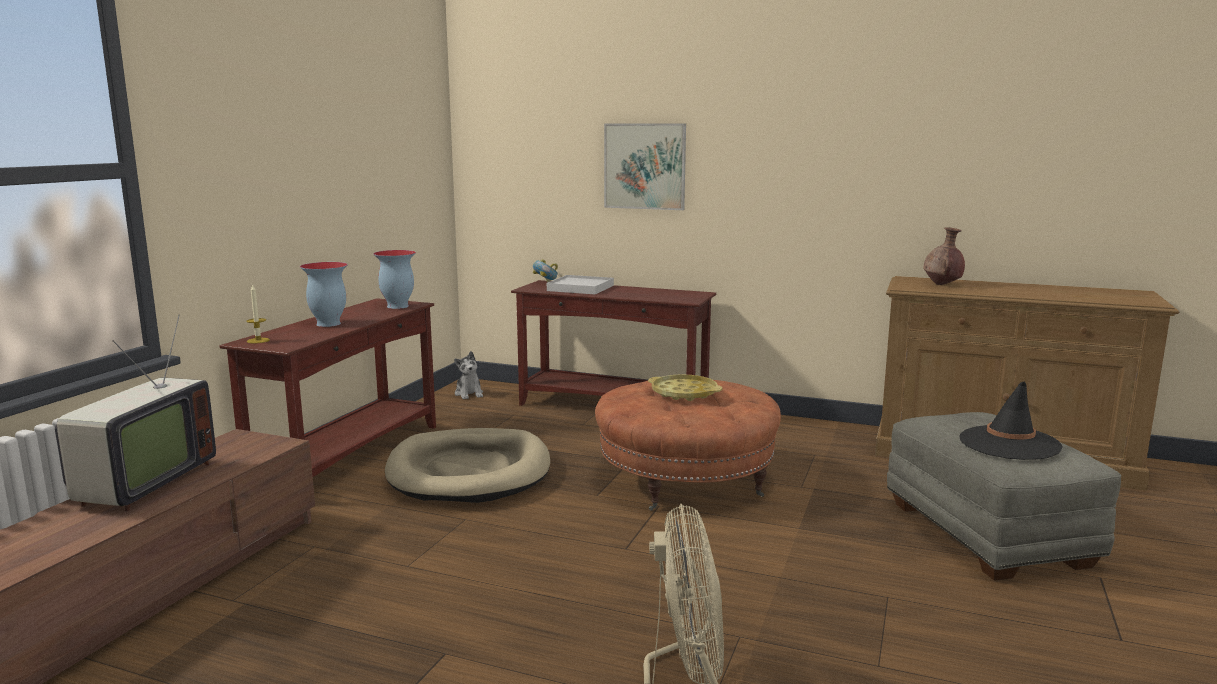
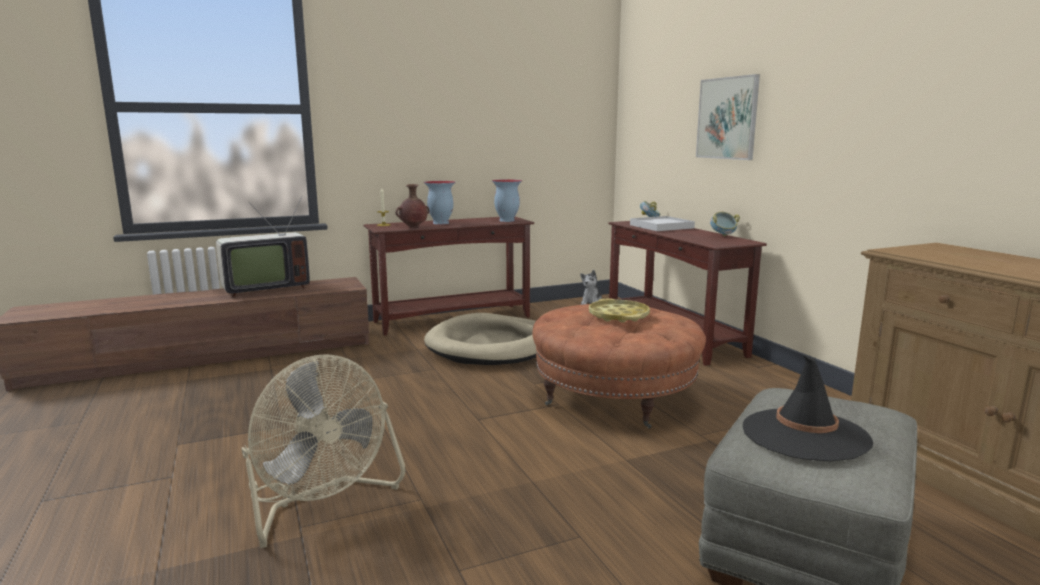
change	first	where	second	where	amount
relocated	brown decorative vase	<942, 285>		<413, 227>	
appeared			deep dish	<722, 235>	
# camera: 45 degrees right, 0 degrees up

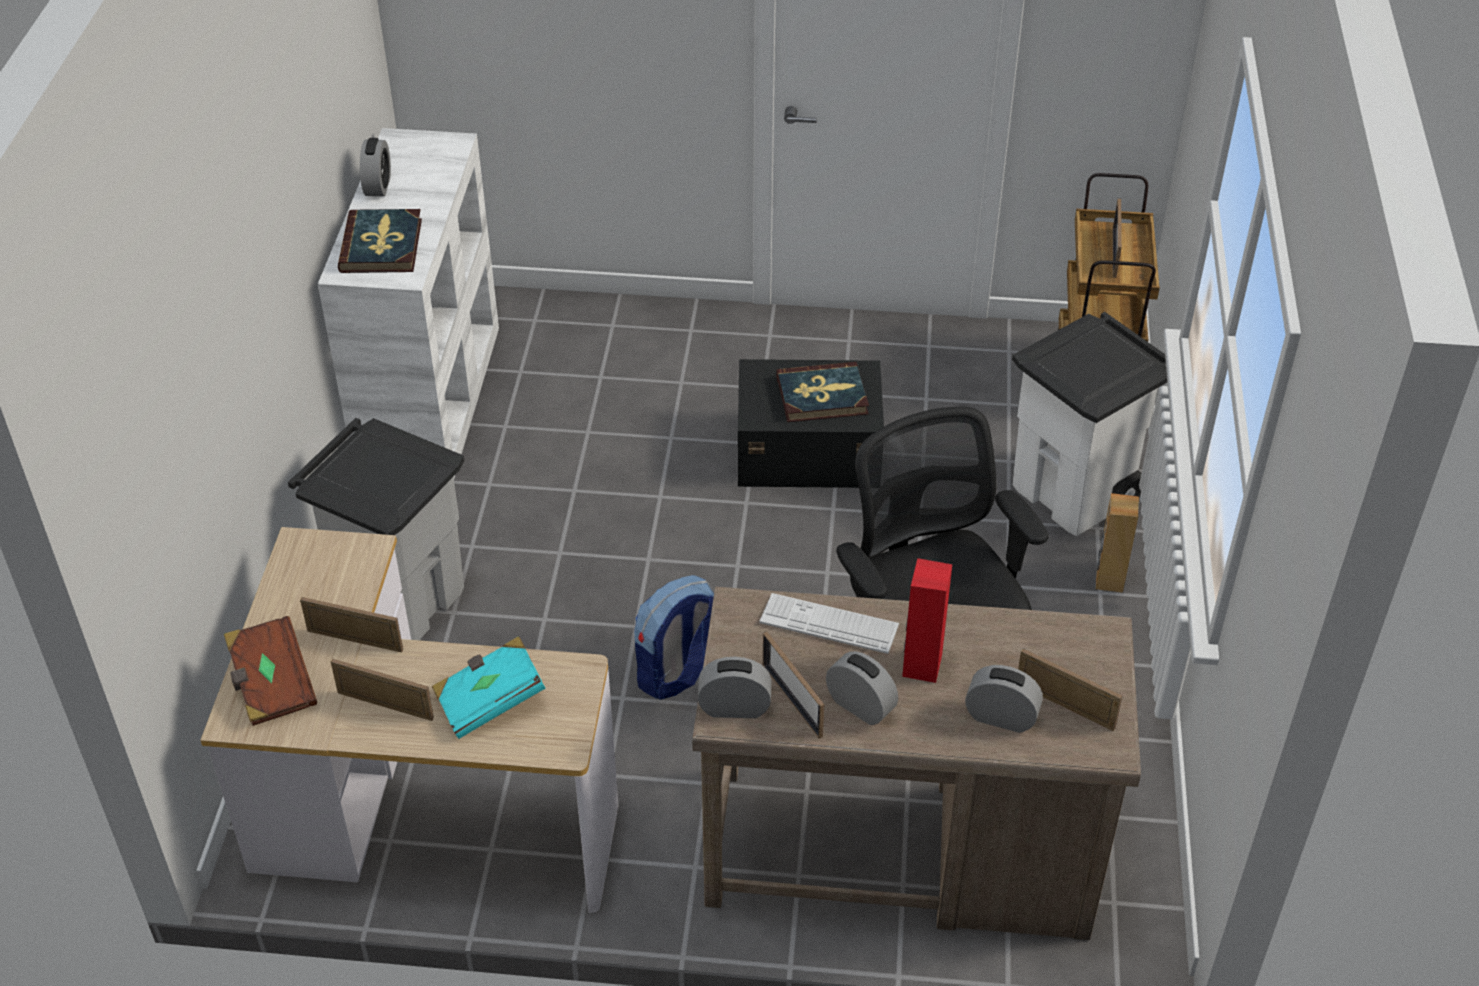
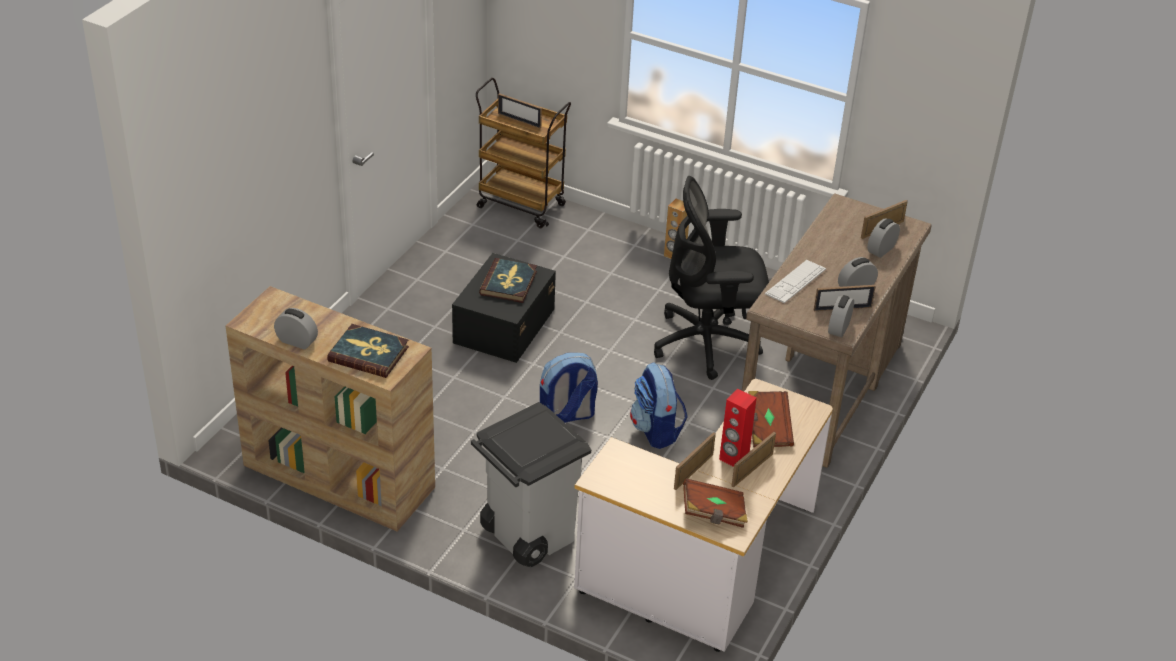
change	first	where	second	where	amount
colour	white-coloured shelving unit	<428, 401>	brown shelving unit	<338, 477>	
appeared			rucksack	<566, 416>	
relocated	red speaker	<921, 665>		<733, 458>	
colour	turquoise-coloured volume	<490, 700>	brown volume	<767, 429>	
missing	white-coloured rubbish bin	<1076, 493>			
# camera: 70 degrees left, 5 degrees down

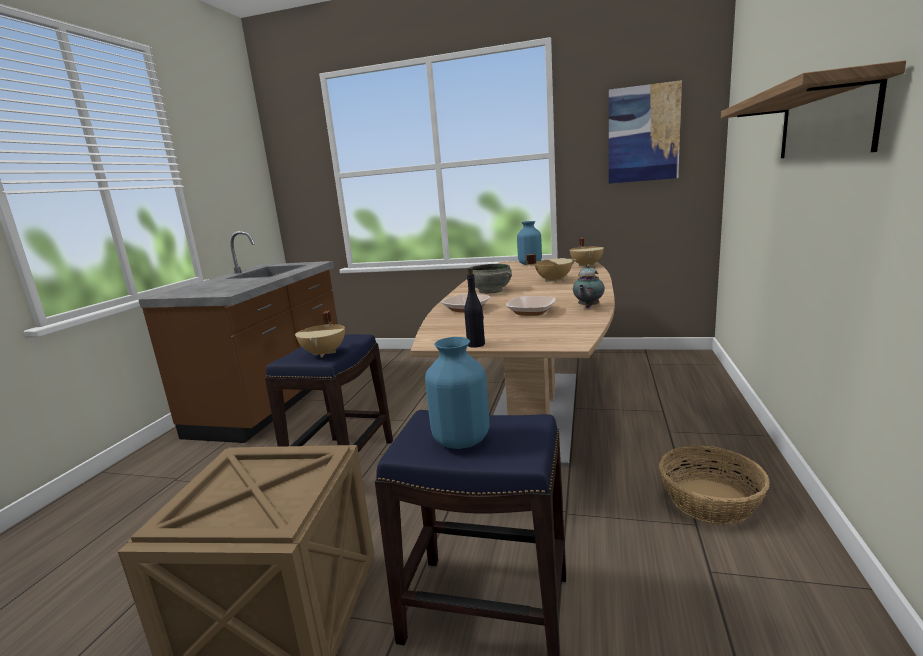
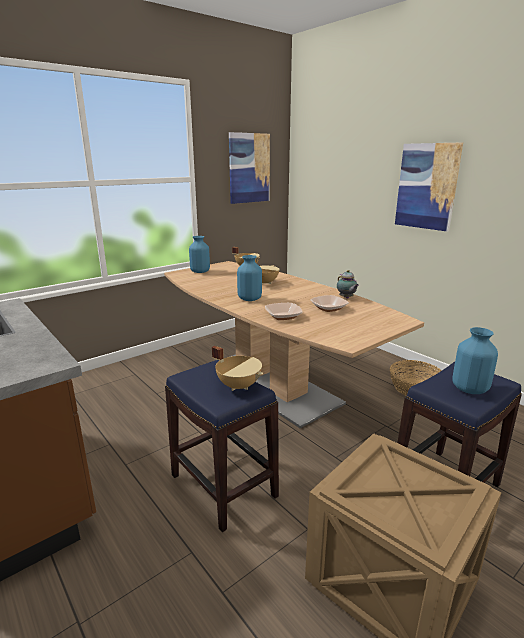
change	first	where	second	where	amount
exchanged	greyish deep dish	<490, 291>	blue decorative vase	<249, 299>	
exchanged	bracket shelf	<824, 122>	picture	<427, 186>	
missing	black-coloured beverage bottle	<476, 344>			
# camera: 55 degrees left, 5 degrees up

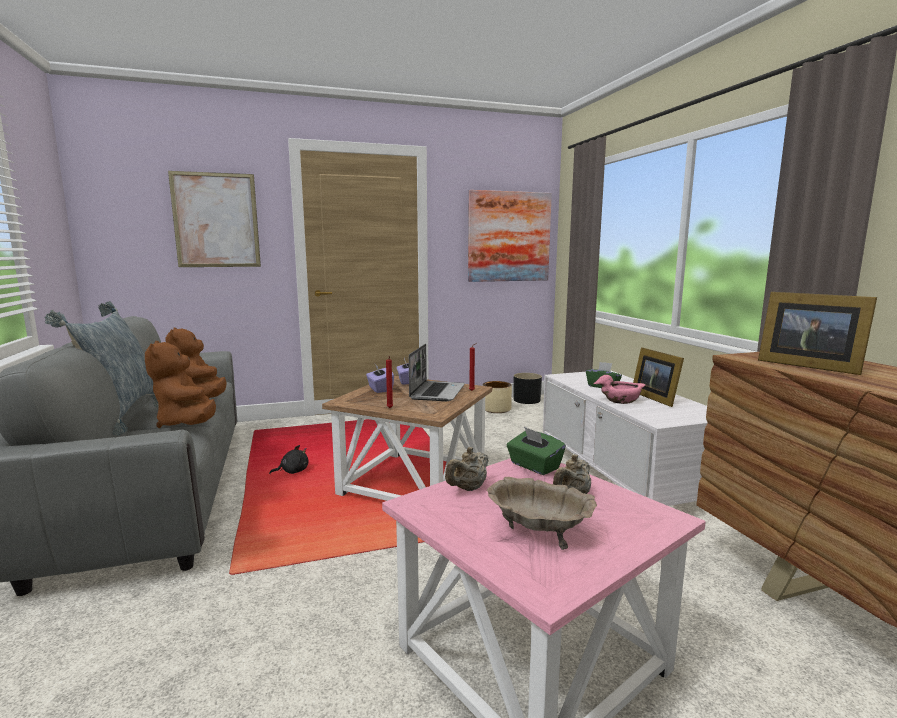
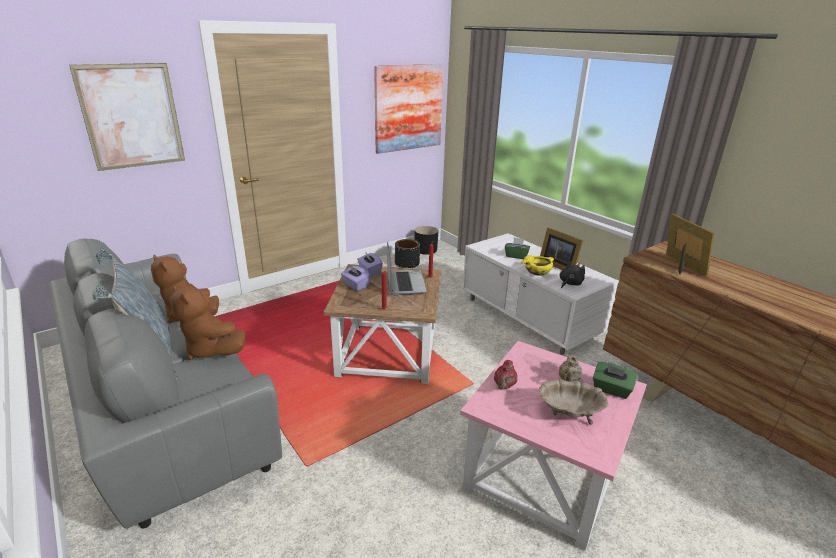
change	first	where	second	where	amount
colour	beige-coloured flower pot	<496, 409>	black-coloured flower pot	<407, 264>	
colour	beige-coloured teapot	<468, 488>	red teapot	<504, 386>	
colour	pink deep dish	<621, 400>	yellow deep dish	<537, 271>	
relocated	black-coloured plush toy	<292, 471>		<569, 283>	
relocated	greenish tissue holder	<534, 466>		<611, 389>	
spun	standing frame	<806, 365>		<681, 266>	135 degrees counterclockwise
# camera: 20 degrees left, 15 degrees up

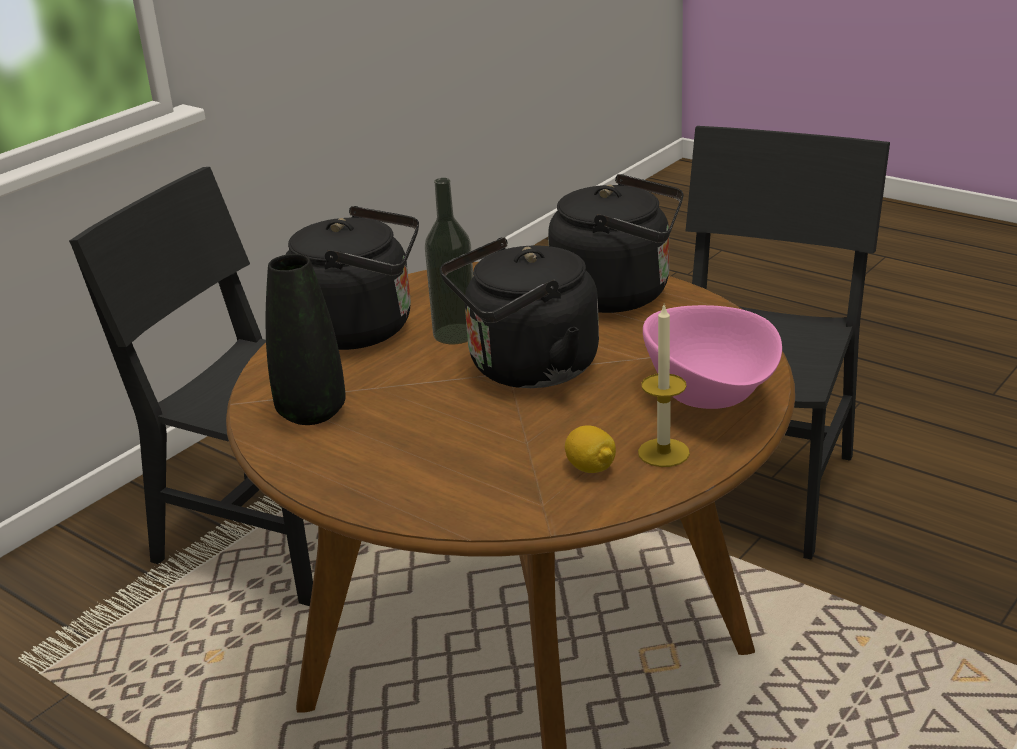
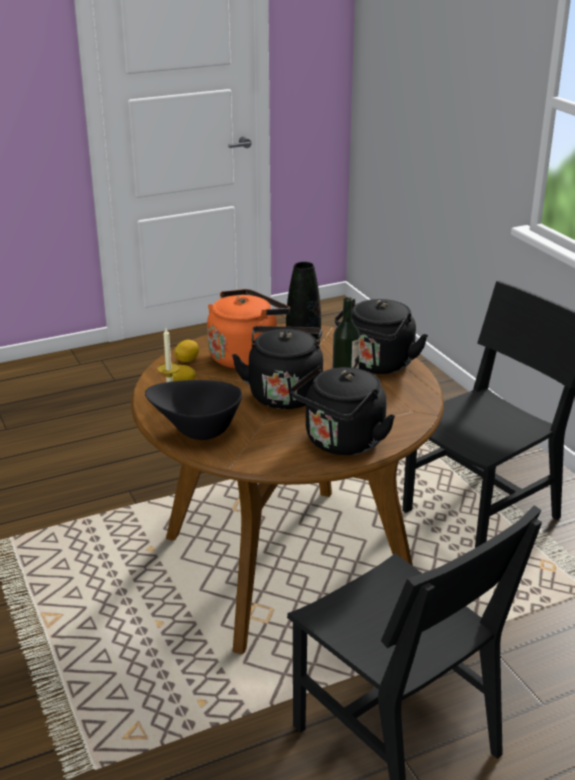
change	first	where	second	where	amount
colour	pink deep dish	<713, 400>	black-coloured deep dish	<196, 429>	
appeared			whole lemon	<187, 360>	
appeared			orange kettle	<246, 356>	
# camera: 115 degrees right, 0 degrees up

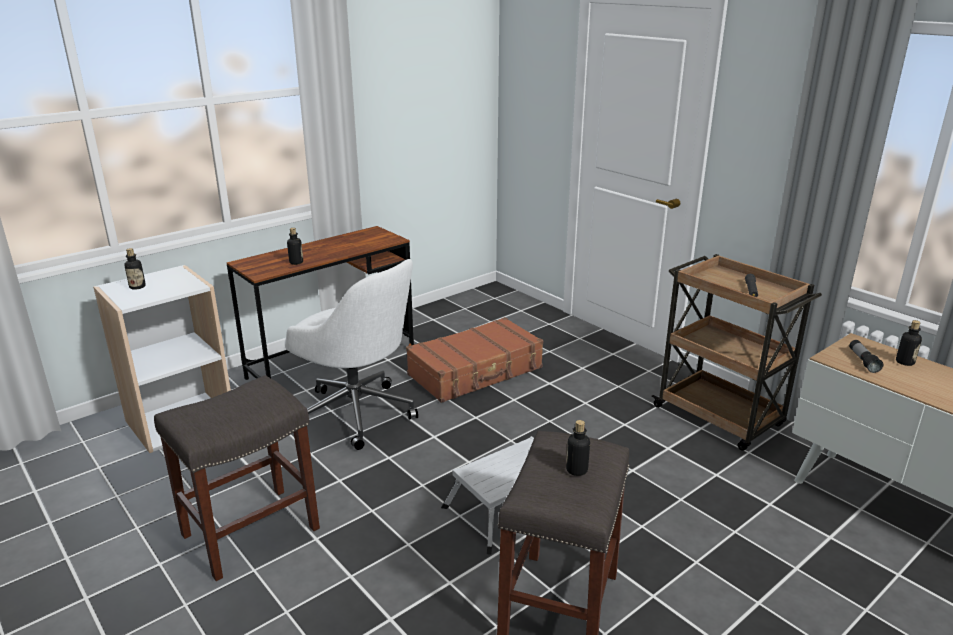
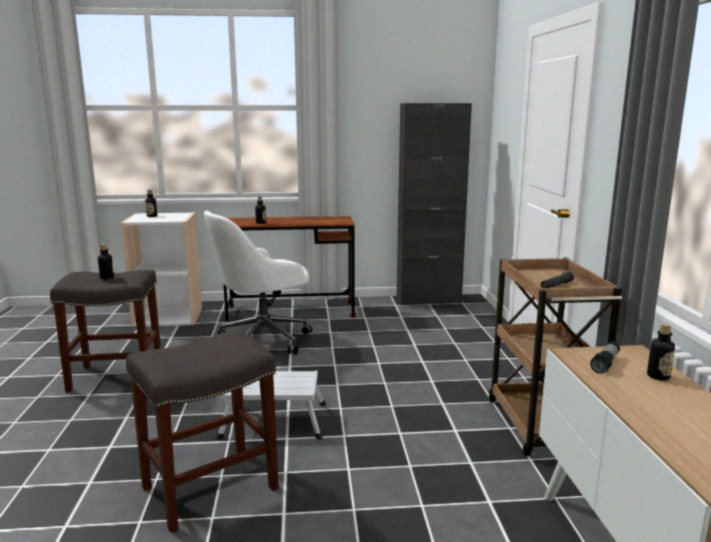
change	first	where	second	where	amount
relocated	beverage bottle	<576, 470>		<107, 278>	
spun	white-coloured desk chair	<357, 414>		<263, 341>	75 degrees clockwise
appeared			black-coloured storage cabinet	<428, 300>	
missing	brown travel case	<476, 372>			
# camera: 35 degrees right, 10 degrees down

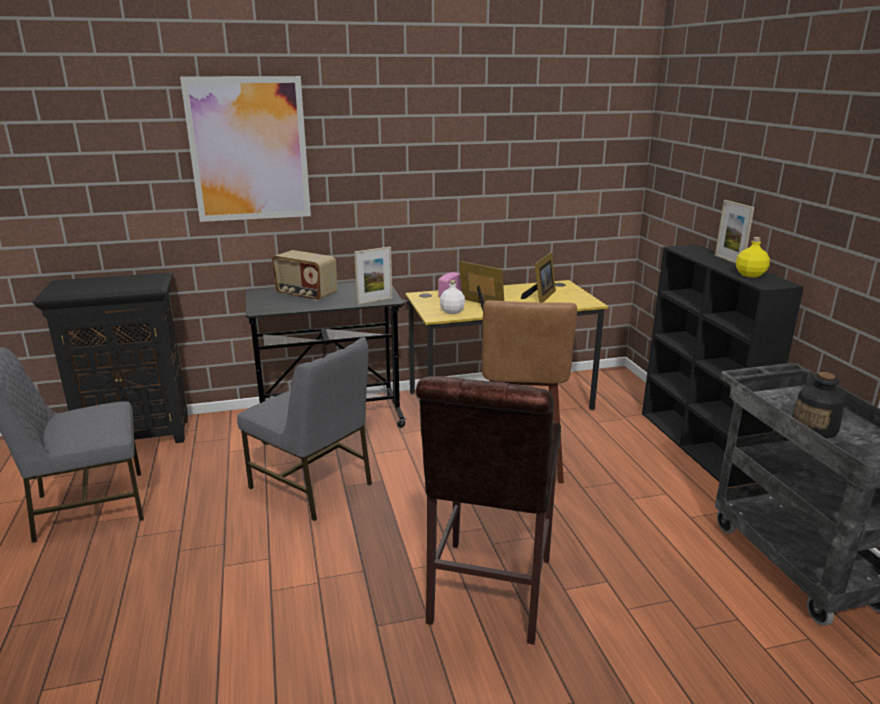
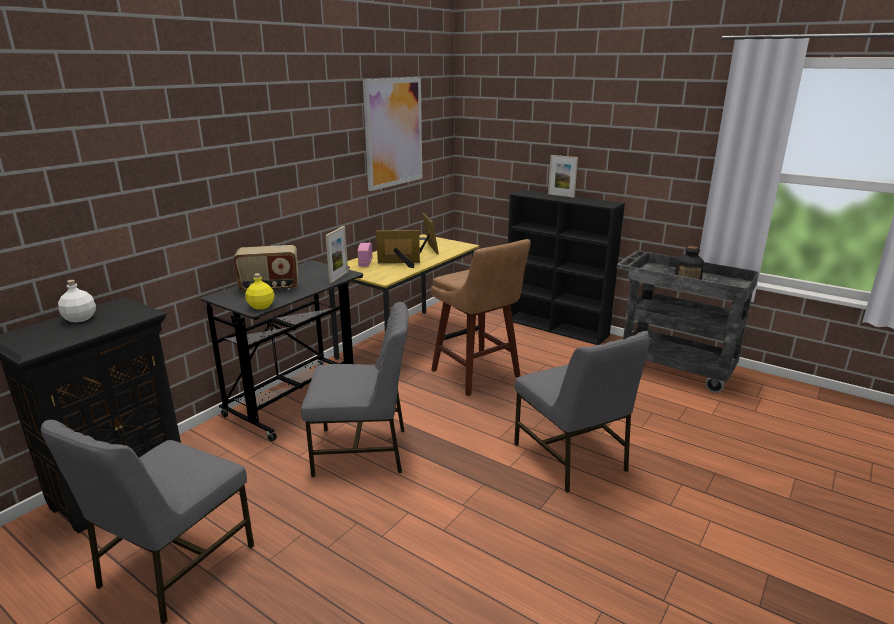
change	first	where	second	where	amount
relocated	white-coloured beverage bottle	<452, 311>		<80, 318>	
relocated	yellow beverage bottle	<749, 275>		<261, 306>	
relocated	picture	<249, 149>		<393, 133>	
exchanged	brown stool seat	<487, 595>	greyish upright chair	<571, 458>	
# camera: 40 degrees left, 0 degrees up

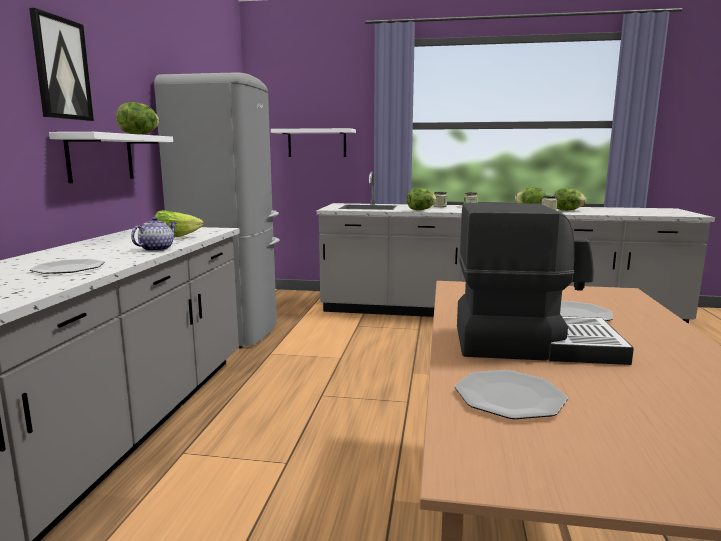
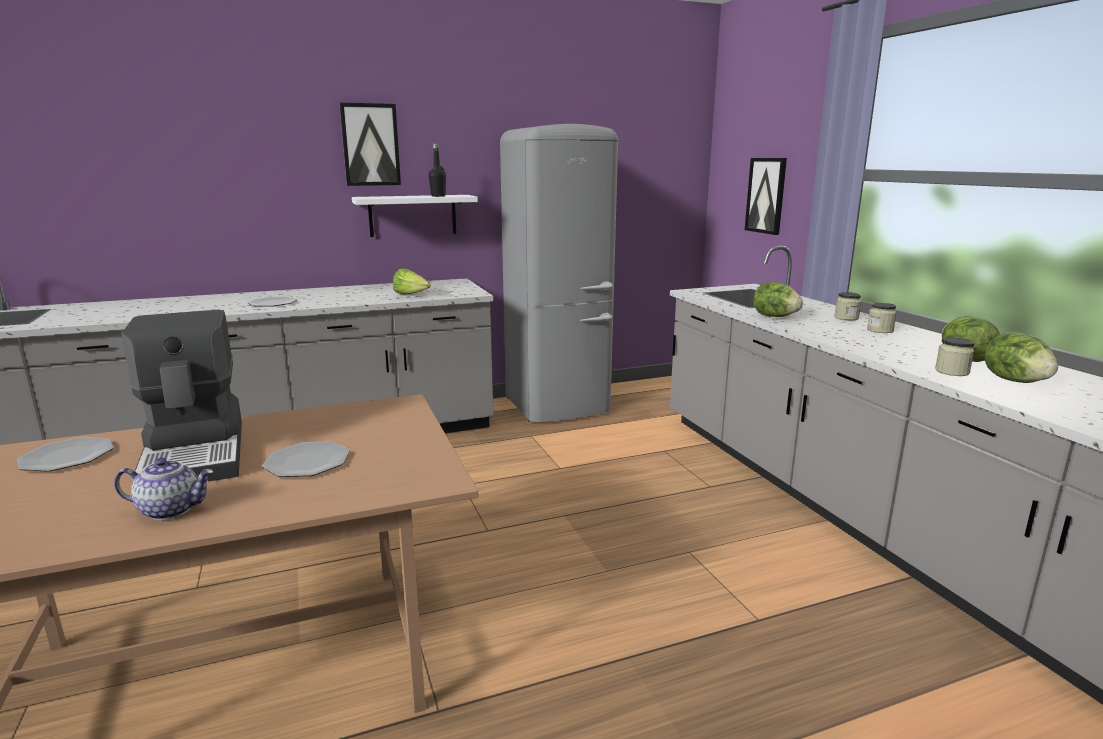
change	first	where	second	where	amount
relocated	teapot	<156, 249>		<171, 510>	
exchanged	lettuce	<139, 134>	black-coloured beverage bottle	<438, 196>	
exchanged	white-coloured bracket shelf	<317, 143>	picture	<766, 195>	
# camera: 60 degrees right, 5 degrees up

